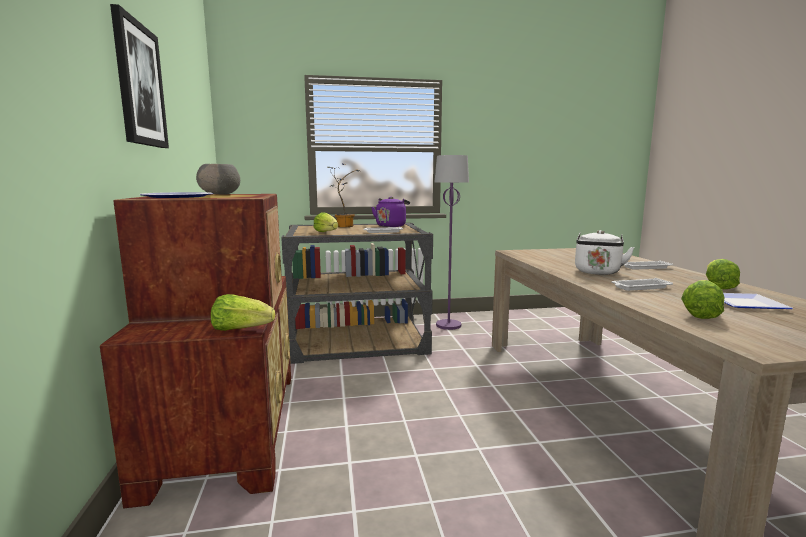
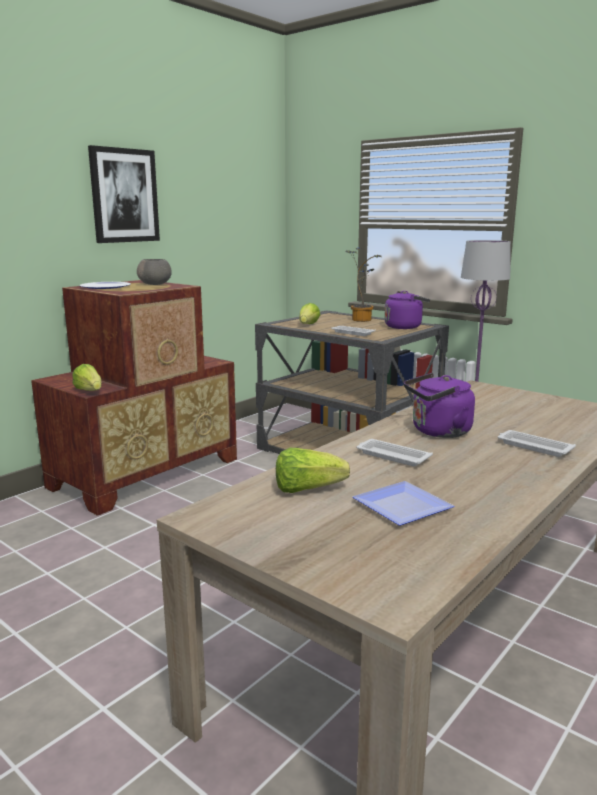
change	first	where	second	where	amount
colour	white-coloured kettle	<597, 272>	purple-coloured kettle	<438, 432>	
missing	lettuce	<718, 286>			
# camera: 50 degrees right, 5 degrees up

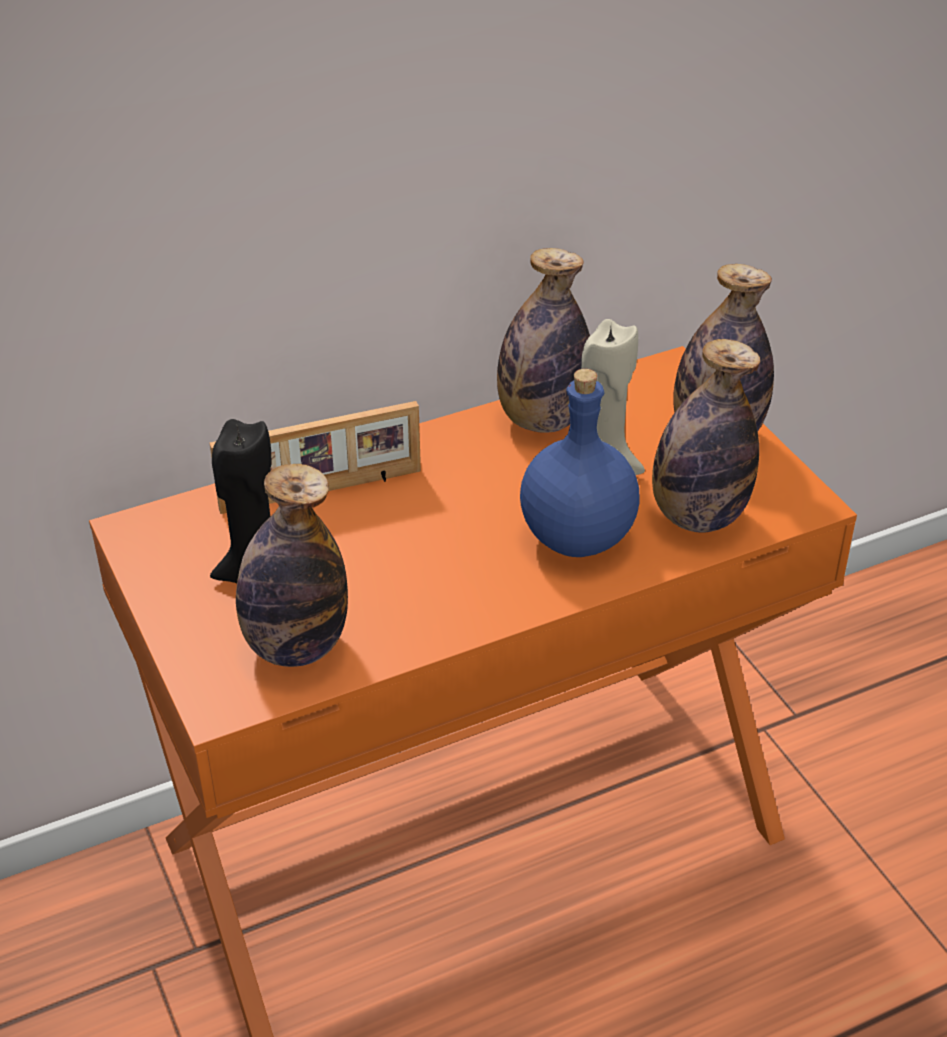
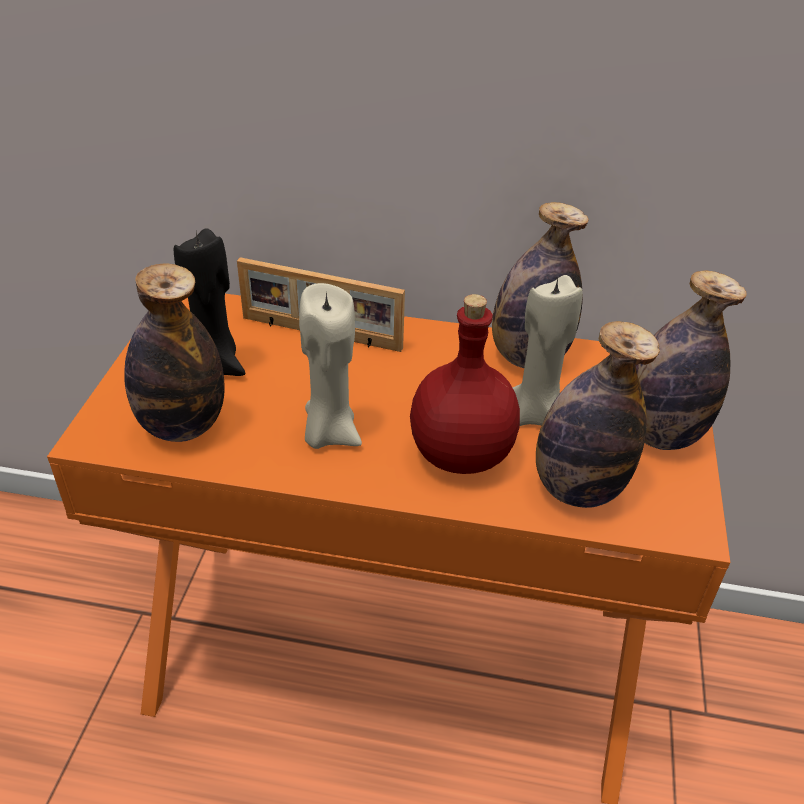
change	first	where	second	where	amount
appeared			beige-coloured wax candle	<329, 433>	
colour	blue beverage bottle	<575, 538>	red beverage bottle	<459, 454>	
# camera: 35 degrees right, 0 degrees up

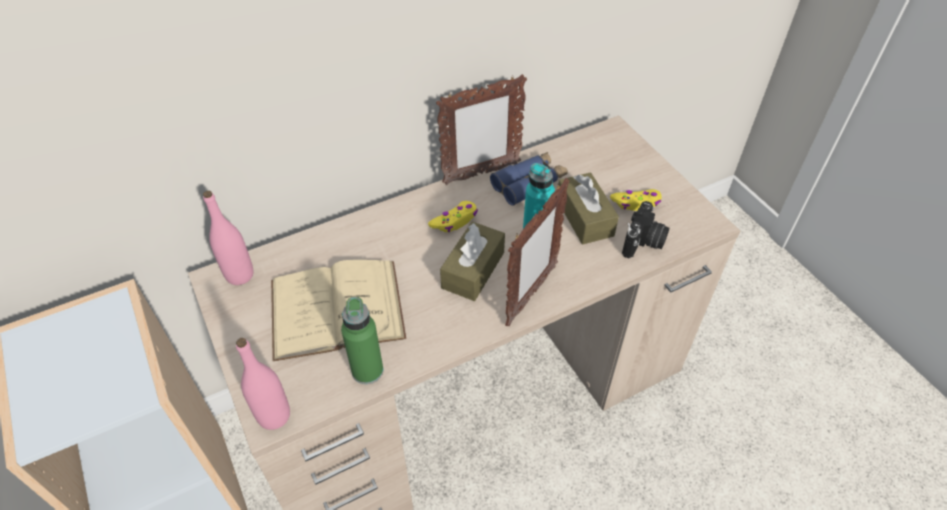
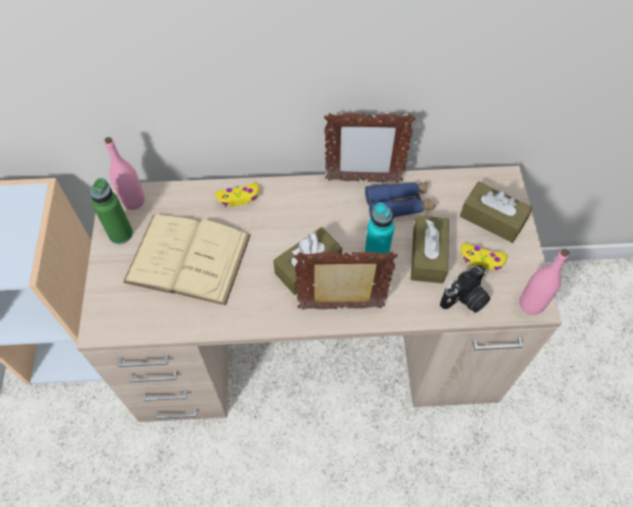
change	first	where	second	where	amount
relocated	greenish beverage bottle	<367, 370>		<121, 234>	
relocated	yellow joypad	<455, 221>		<239, 198>	
spun	standing frame	<530, 295>		<341, 308>	150 degrees counterclockwise
appeared			brown tissue holder	<492, 219>	
relocated	pink beverage bottle	<274, 416>		<531, 304>	
# camera: 25 degrees right, 10 degrees up

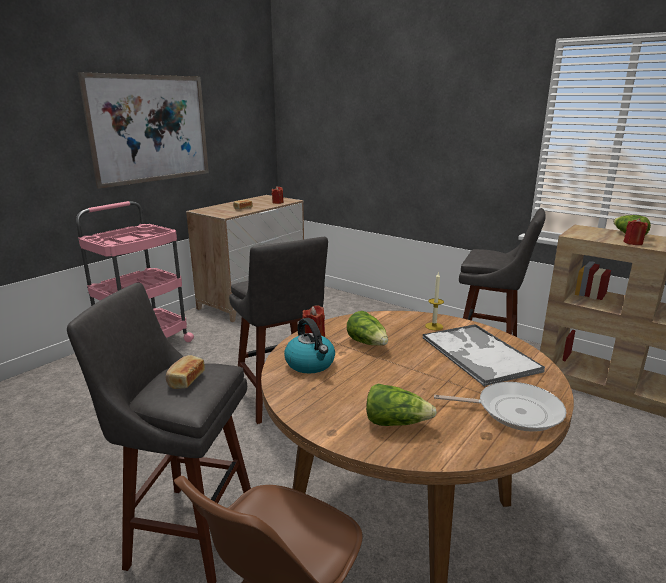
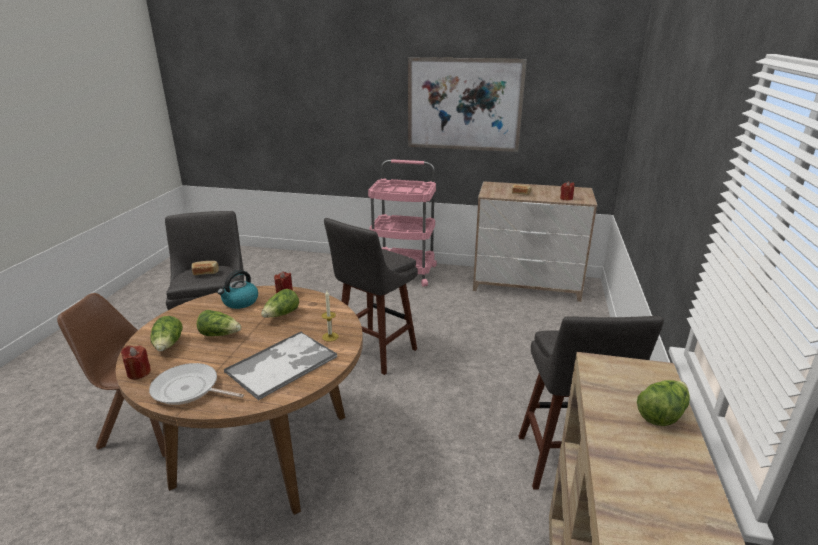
change	first	where	second	where	amount
relocated	red wax candle	<633, 243>		<139, 373>	
spun	skillet	<514, 411>		<189, 389>	120 degrees clockwise
appeared			lettuce	<220, 334>	
# camera: 65 degrees right, 5 degrees up

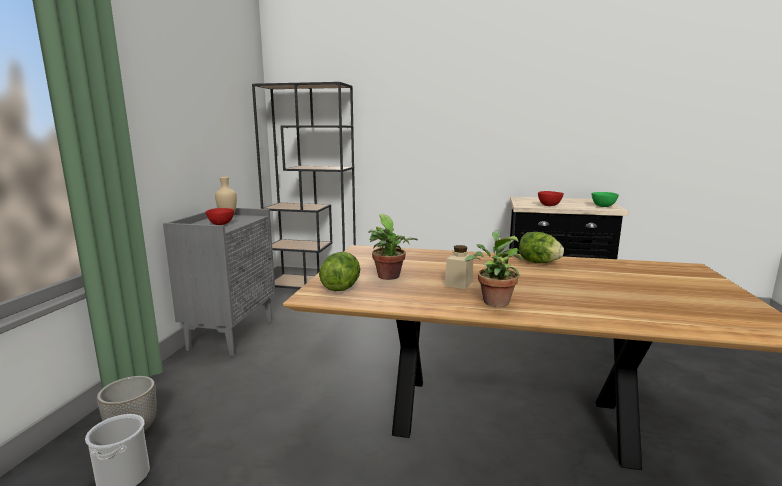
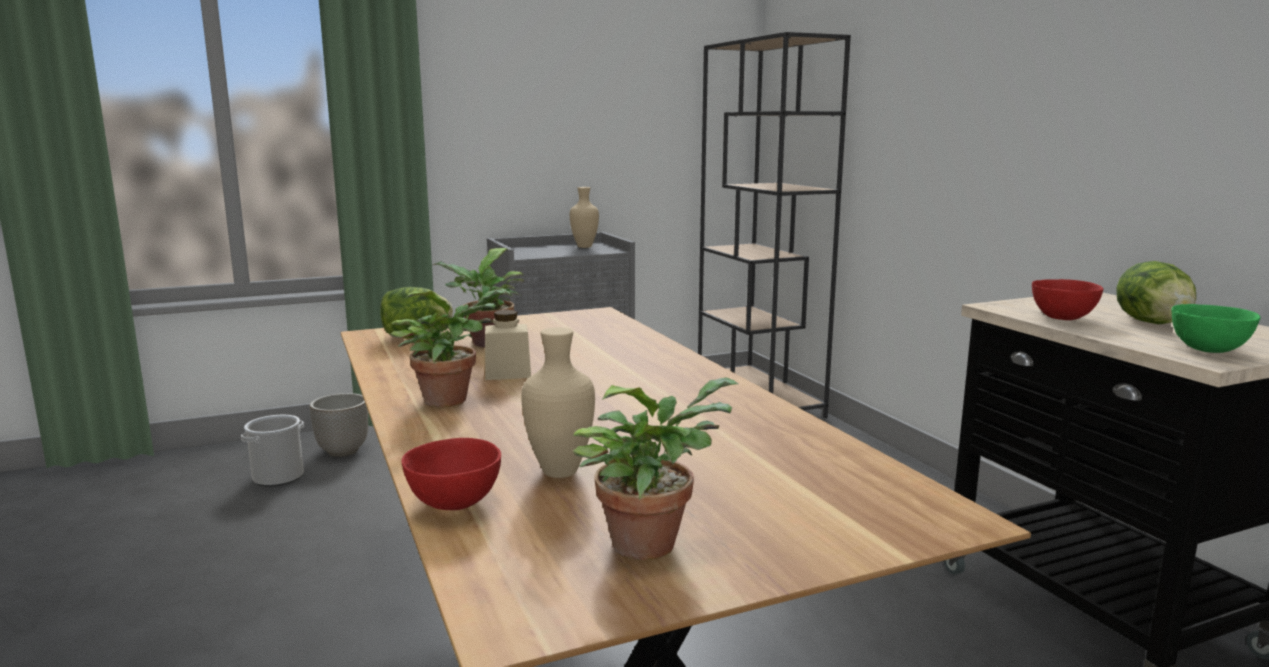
change	first	where	second	where	amount
relocated	red deep dish	<221, 224>		<455, 505>	
appeared			beige-coloured decorative vase	<559, 471>	
appeared			potted plant	<649, 541>	
relocated	lettuce	<538, 262>		<1152, 323>	
# camera: 55 degrees right, 0 degrees up

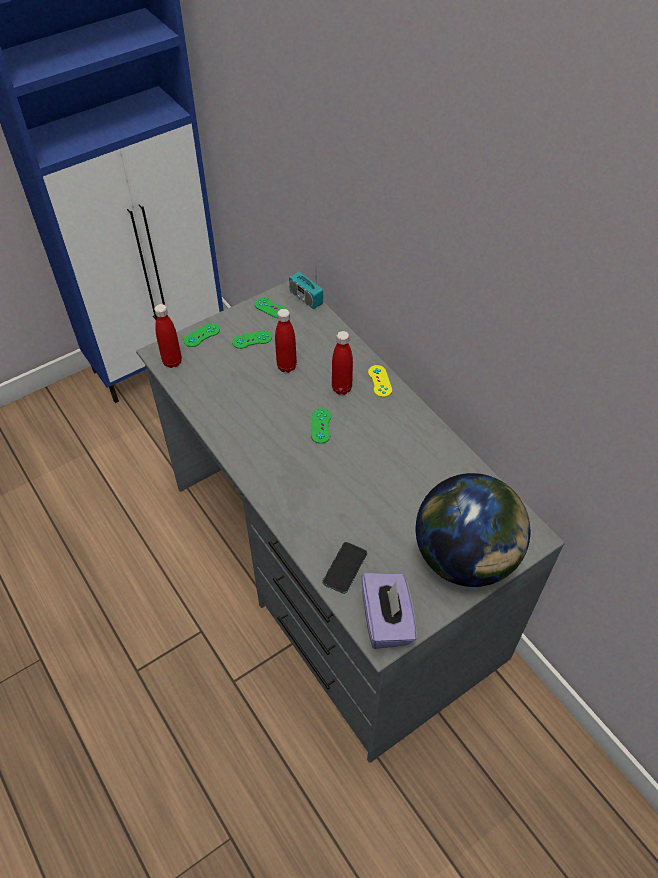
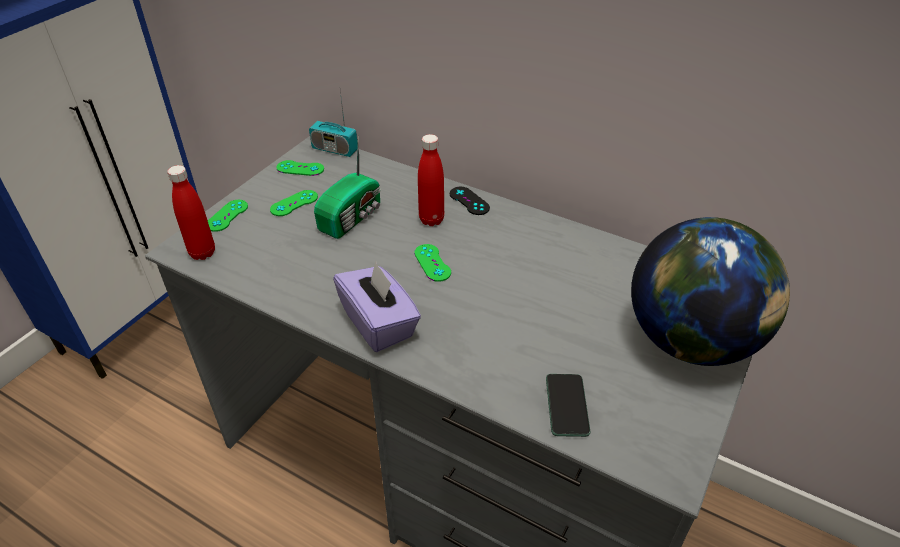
change	first	where	second	where	amount
exchanged	red beverage bottle	<286, 366>	radio	<353, 217>	
relocated	purple-coloured tissue holder	<386, 620>		<379, 323>	
colour	yellow joypad	<379, 381>	black-coloured joypad	<469, 201>	
# camera: 25 degrees left, 10 degrees down

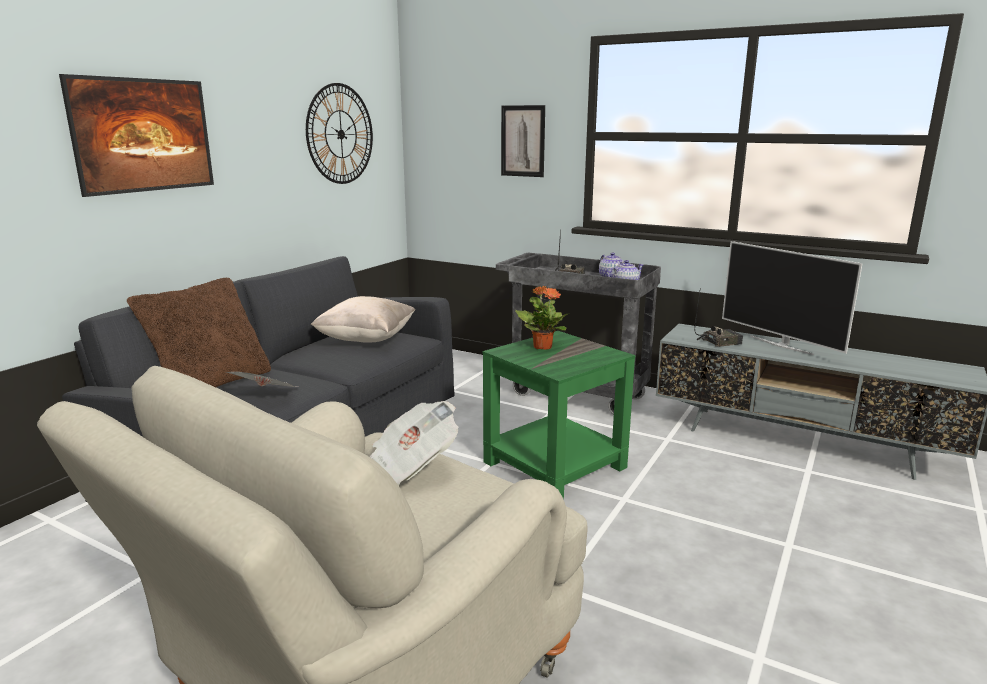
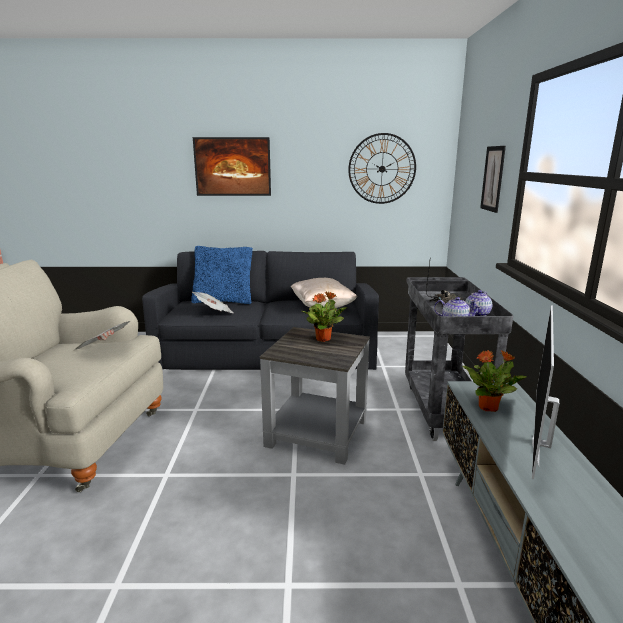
change	first	where	second	where	amount
colour	brown pillow	<212, 383>	blue pillow	<224, 300>	
colour	greenish accent table	<554, 463>	greyish accent table	<318, 432>	
exchanged	radio	<719, 342>	potted plant	<489, 407>	
# camera: 60 degrees right, 0 degrees up

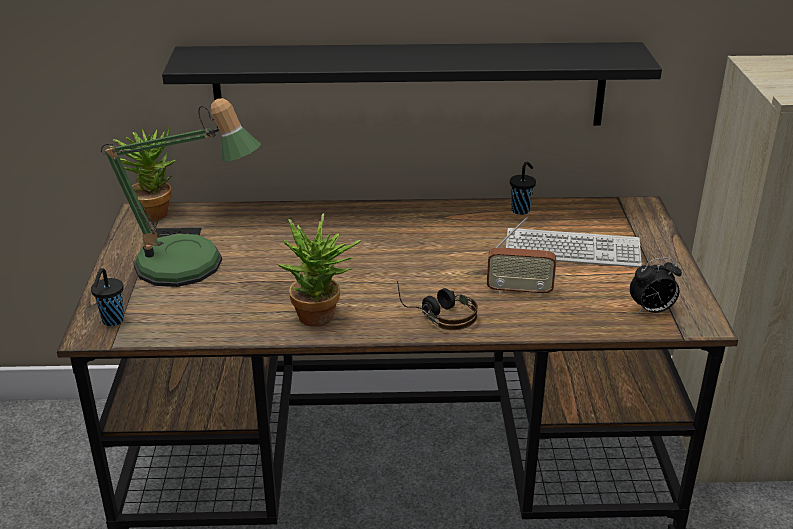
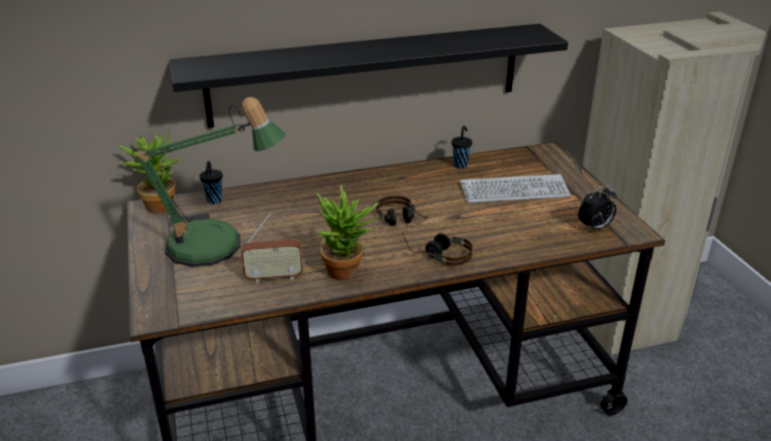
change	first	where	second	where	amount
relocated	black-coloured small cup	<112, 321>		<214, 201>	
relocated	radio	<519, 291>		<274, 277>	
appeared			headphones	<401, 221>	
# camera: 15 degrees left, 0 degrees up

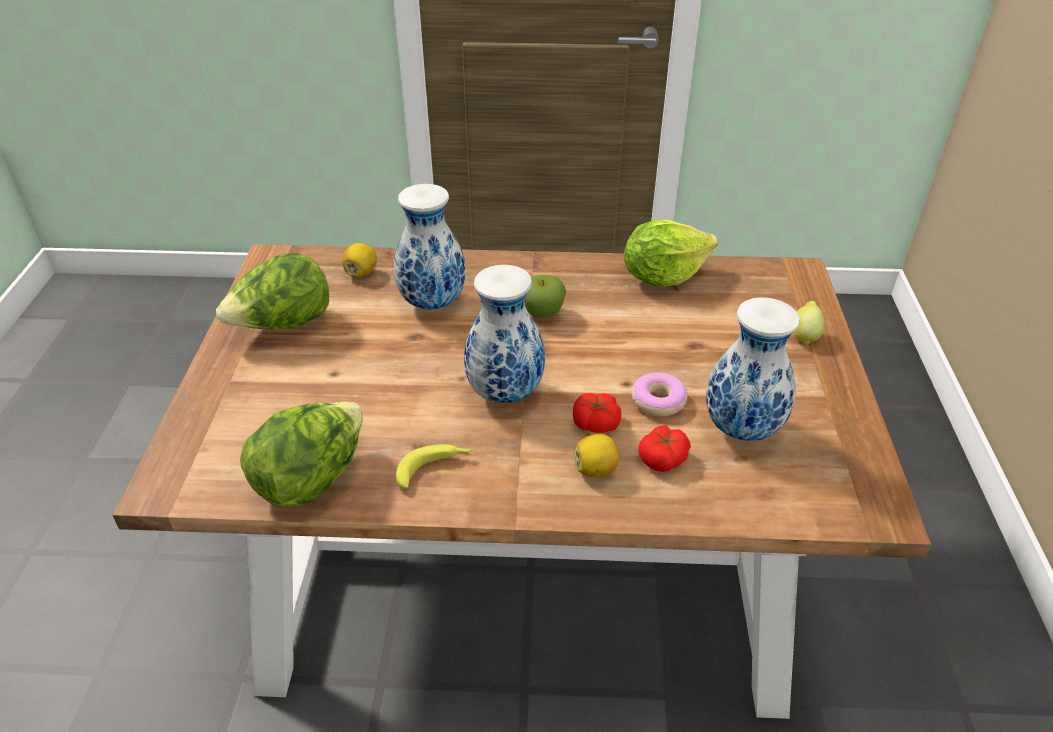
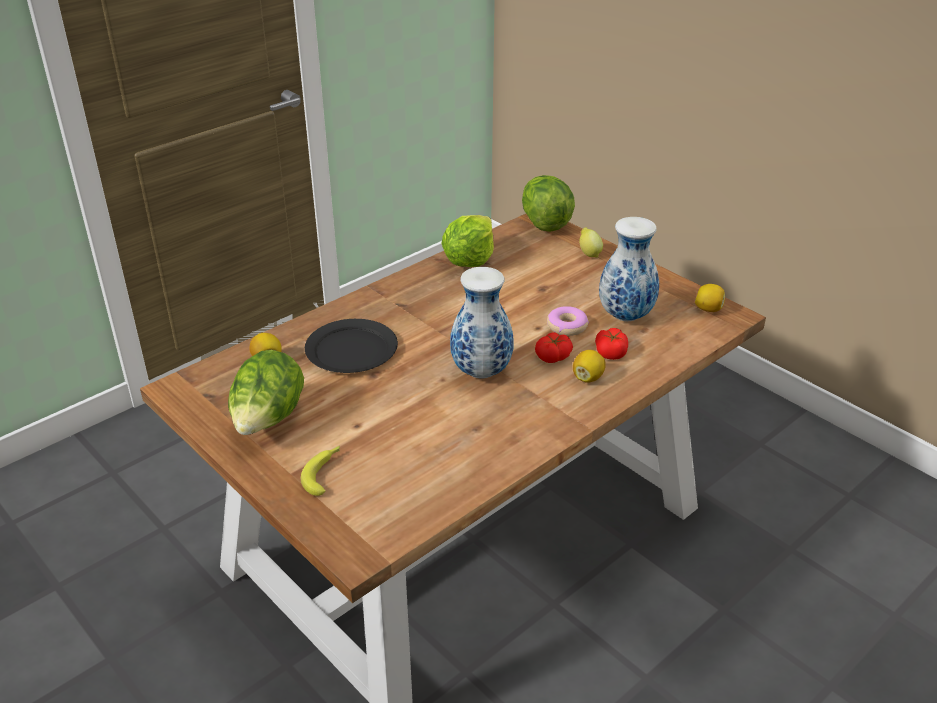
change	first	where	second	where	amount
relocated	whole banana	<434, 468>		<324, 473>	
exchanged	decorative vase	<433, 302>	black-coloured flat dish	<351, 349>	
relocated	lettuce	<312, 478>		<545, 222>	
appeared			whole lemon	<708, 309>	
missing	apple fruit	<542, 313>			
# camera: 45 degrees left, 5 degrees down

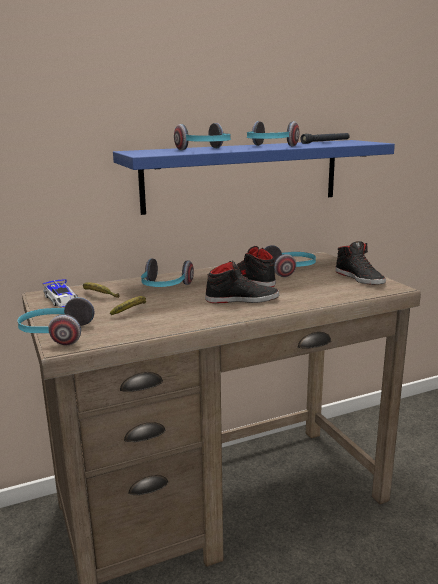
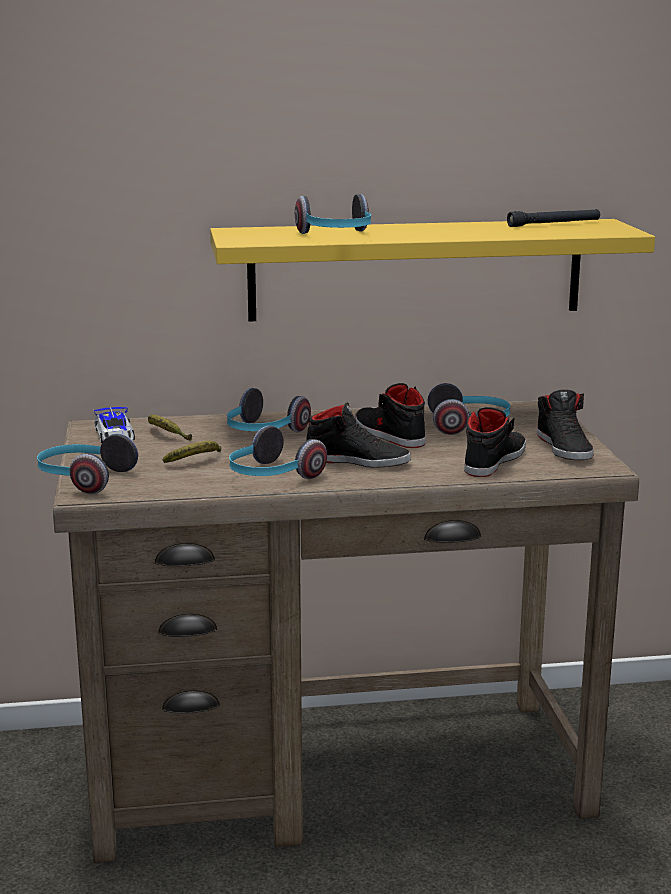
change	first	where	second	where	amount
colour	blue bracket shelf	<243, 175>	yellow bracket shelf	<416, 269>	
relocated	headphones	<269, 147>		<271, 476>	
appeared			black-coloured shoe	<494, 460>	
# camera: 15 degrees right, 0 degrees up

